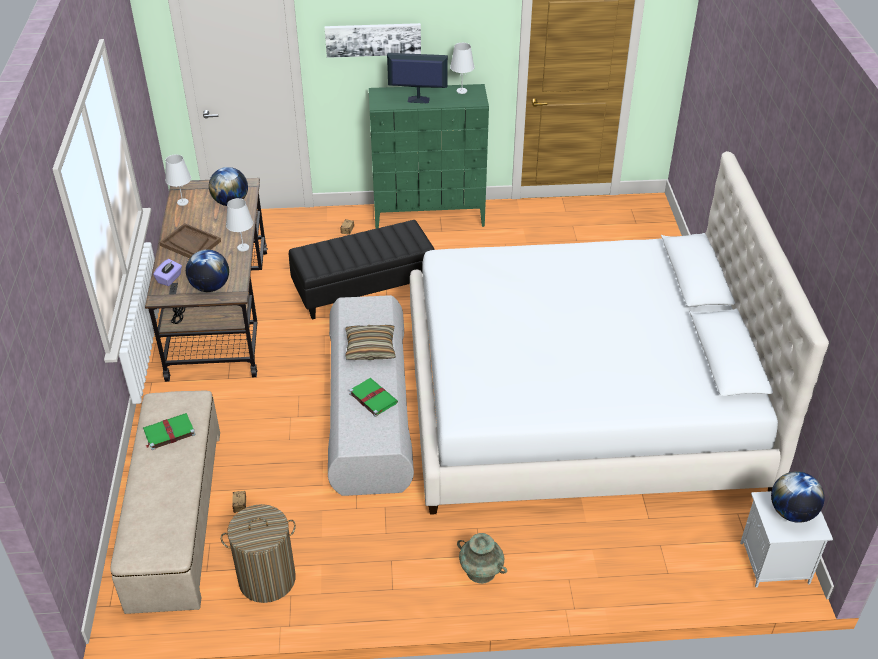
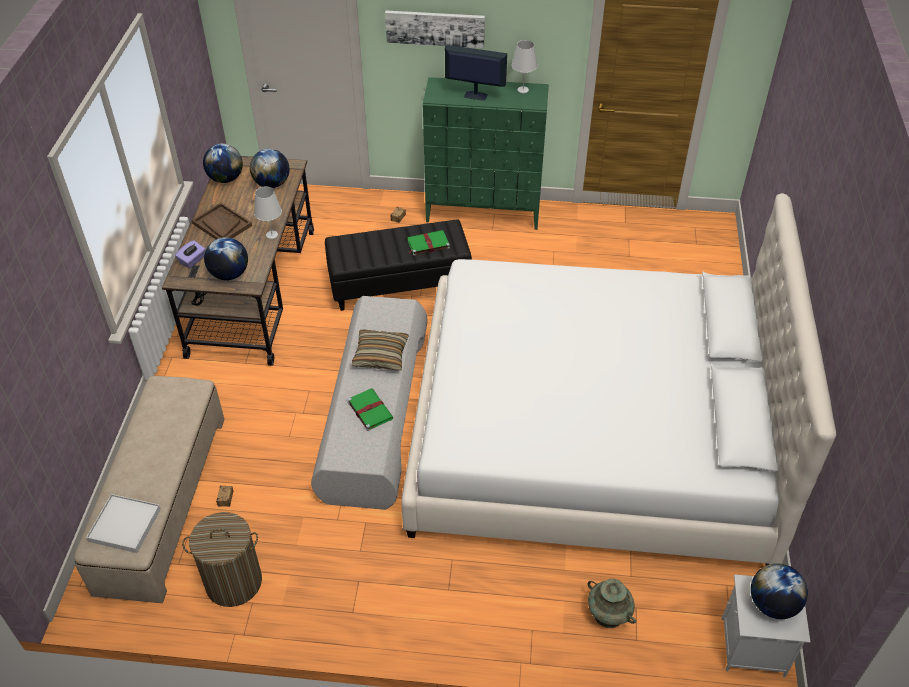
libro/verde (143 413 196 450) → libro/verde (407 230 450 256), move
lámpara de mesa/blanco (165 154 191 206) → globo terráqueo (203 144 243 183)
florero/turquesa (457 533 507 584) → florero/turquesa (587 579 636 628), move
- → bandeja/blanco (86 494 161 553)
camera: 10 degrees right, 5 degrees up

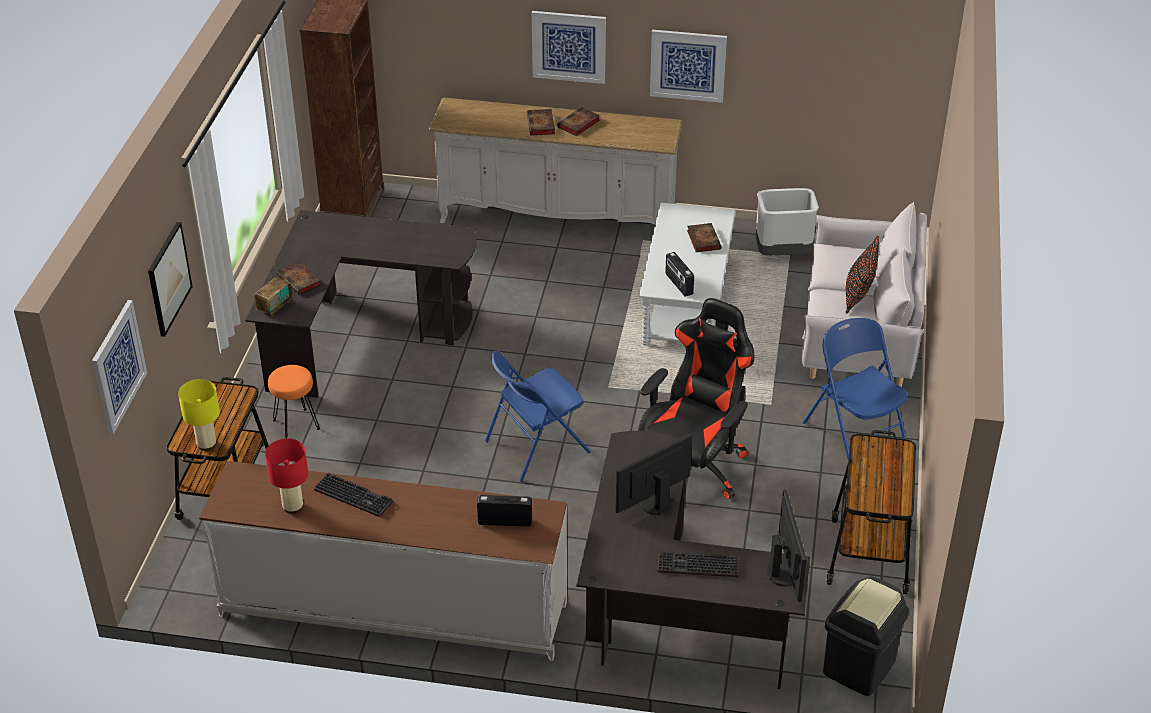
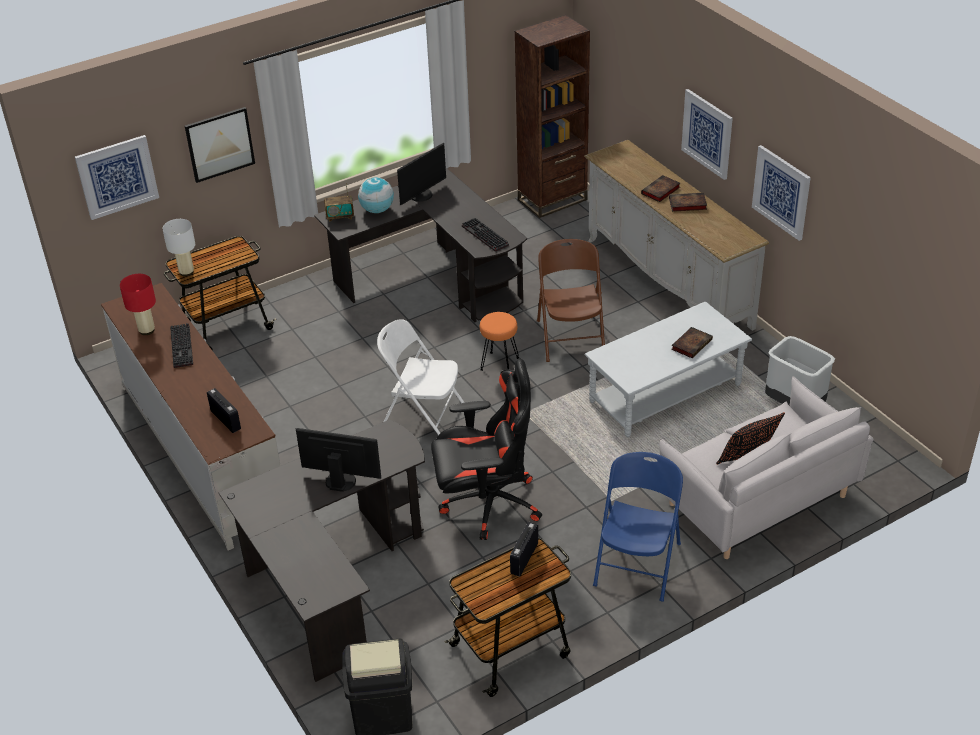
lámpara de mesa/amarillo (178 379 220 451) → lámpara de mesa/blanco (163 219 195 277)
taburete/naranja (268 365 320 438) → taburete/naranja (480 312 519 371), move
libro (276 261 322 295) → globo terráqueo (358 177 394 213)
silla/azul (485 351 591 483) → silla/blanco (377 319 465 435)
teclado (657 551 738 577) → teclado (462 218 509 252), move
radio (665 252 694 297) → radio (510 522 538 577), move
monitor (767 490 807 602) → monitor (397 143 446 205), move
- → silla/marrón (537 239 605 362)
camera: 50 degrees right, 0 degrees up

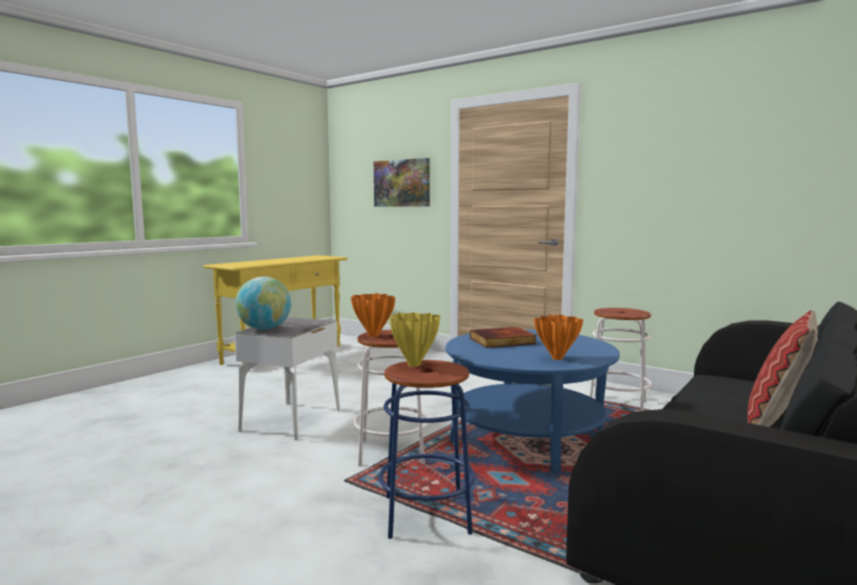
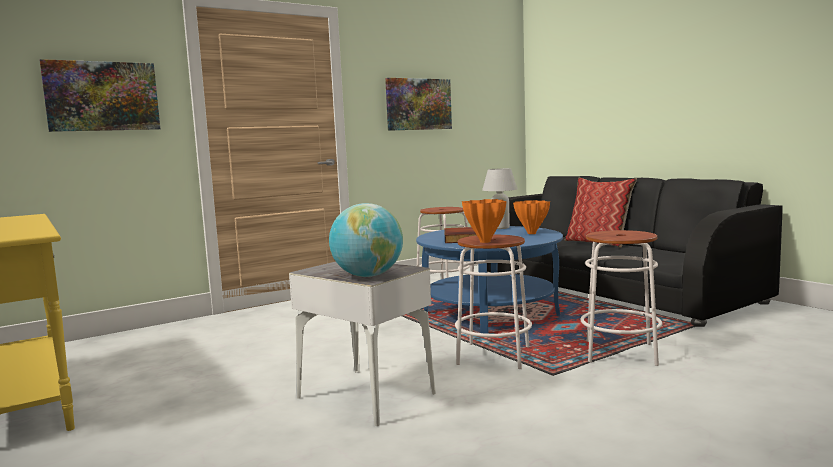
taburete/azul (378 360 475 539) → taburete/blanco (580 230 662 366)
florero/amarillo (390 313 440 367) → -
- → cuadro (385 78 452 131)
- → lámpara de mesa/blanco (482 168 518 229)
camera: 70 degrees left, 0 degrees up

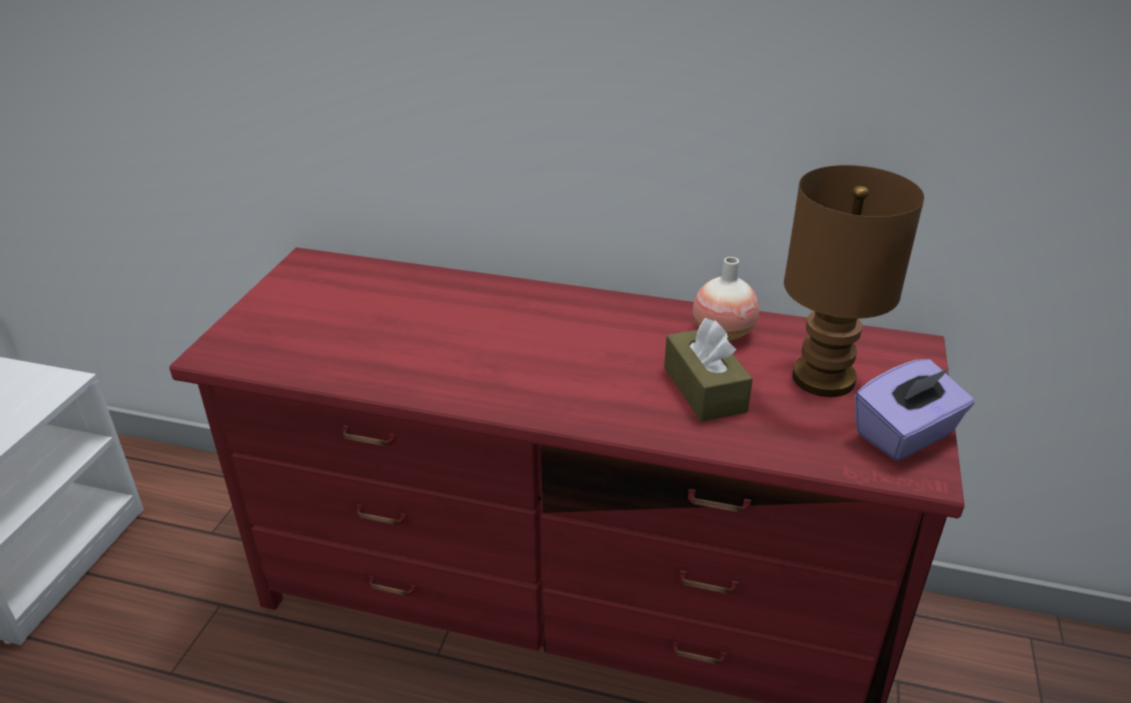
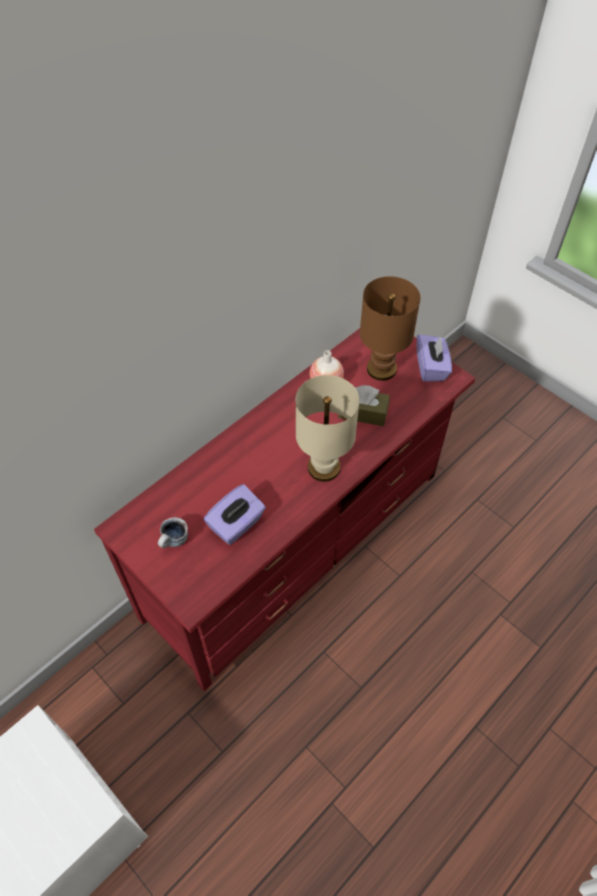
- → taza grande (158 517 188 548)
- → caja de pañuelos/morado (204 484 266 545)
- → lámpara de mesa/beis (296 375 359 482)
camera: 60 degrees left, 20 degrees up

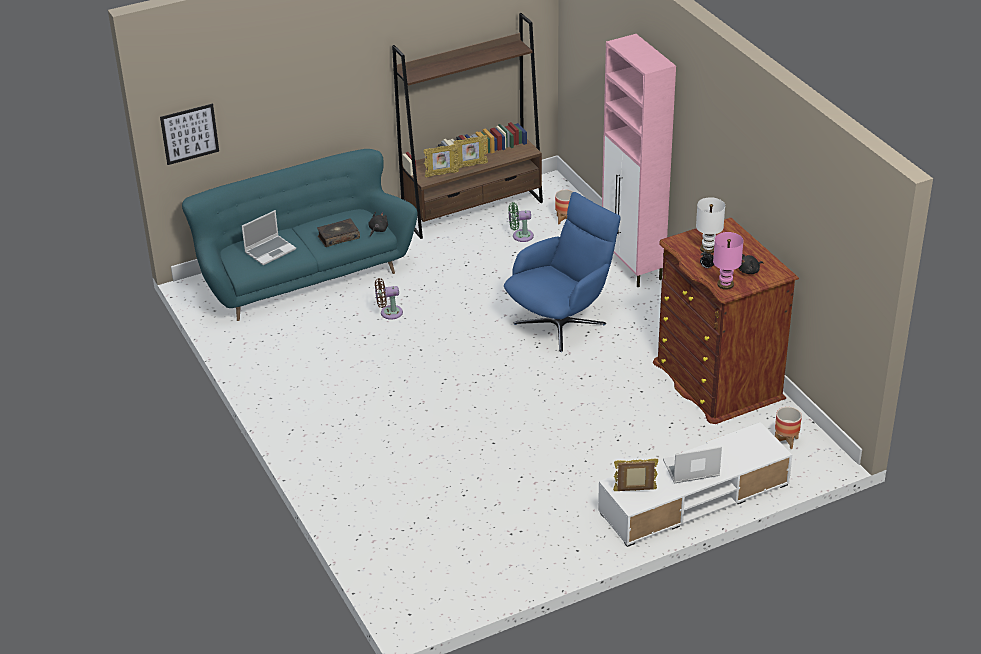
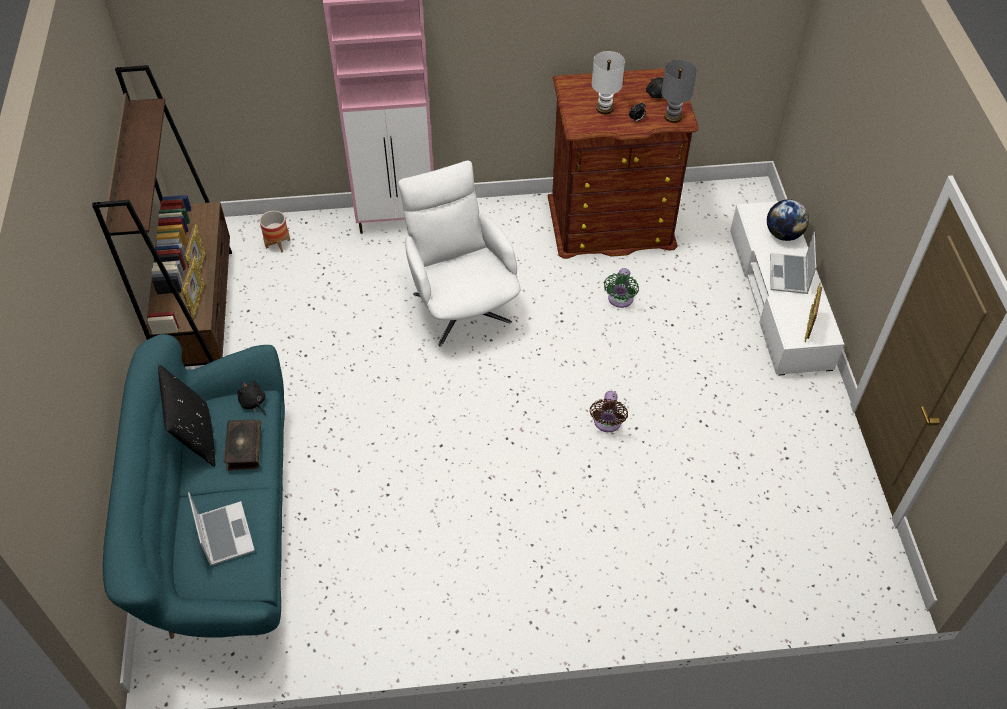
cuadro (160 103 219 165) → -
ventilador/marrón (375 278 403 320) → ventilador/marrón (590 391 628 432), move
sillón/azul (504 192 620 352) → sillón/blanco (398 161 520 347)
ventilador/verde (508 202 534 242) → ventilador/verde (604 268 639 308), move
lámpara de mesa/rosa (713 232 744 290) → lámpara de mesa/gris (661 59 697 123)
maceta (775 407 802 449) → -
- → cojín/negro (158 364 215 467)
- → globo terráqueo (767 199 809 241)
camera: 70 degrees left, 15 degrees up

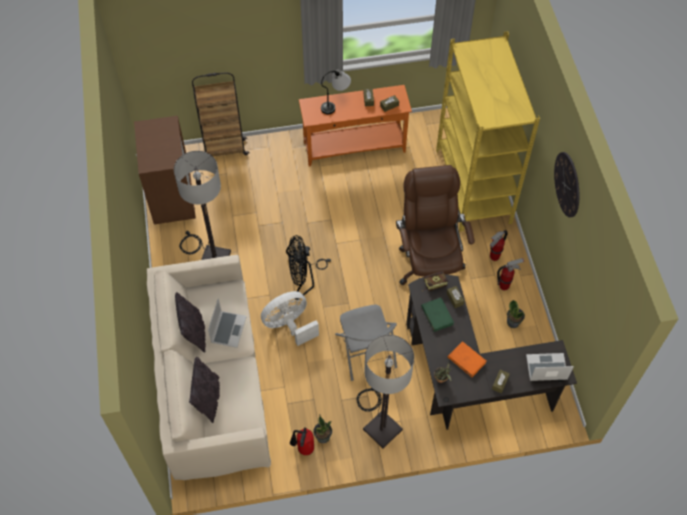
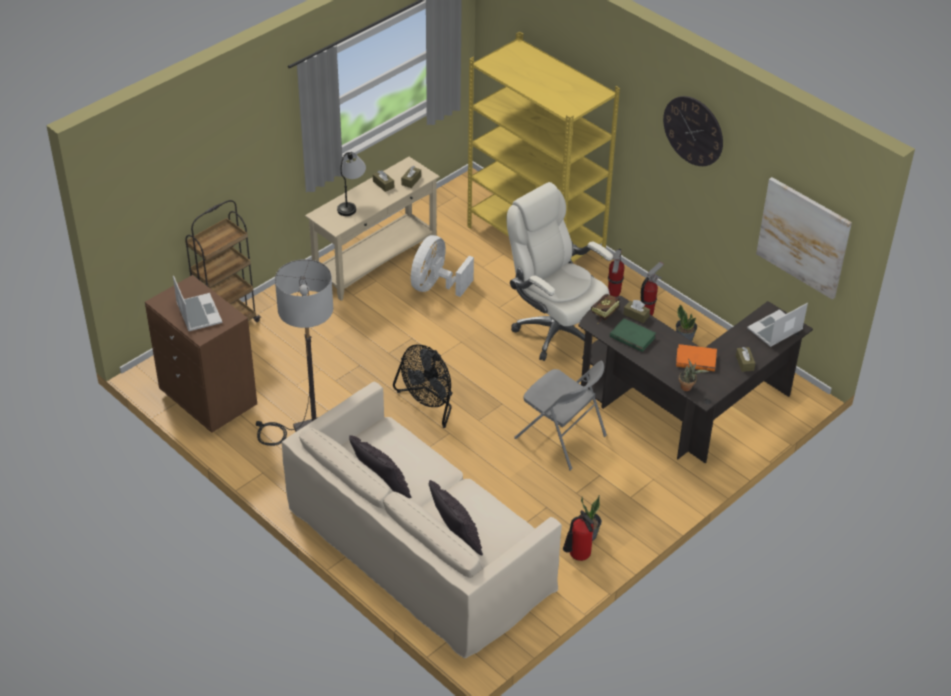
portátil (208 298 247 348) → portátil (173 275 223 331), move
ventilador/blanco (261 291 319 346) → ventilador/blanco (411 235 474 297), move
mesa consola/naranja (299 85 412 166) → mesa consola/beis (305 157 440 301)
lámpara de pie (357 335 414 448) → -
silla de oficina/marrón (396 165 475 285) → silla de oficina/blanco (506 182 613 361)
- → cuadro (756 177 852 300)
camera: 35 degrees left, 15 degrees down

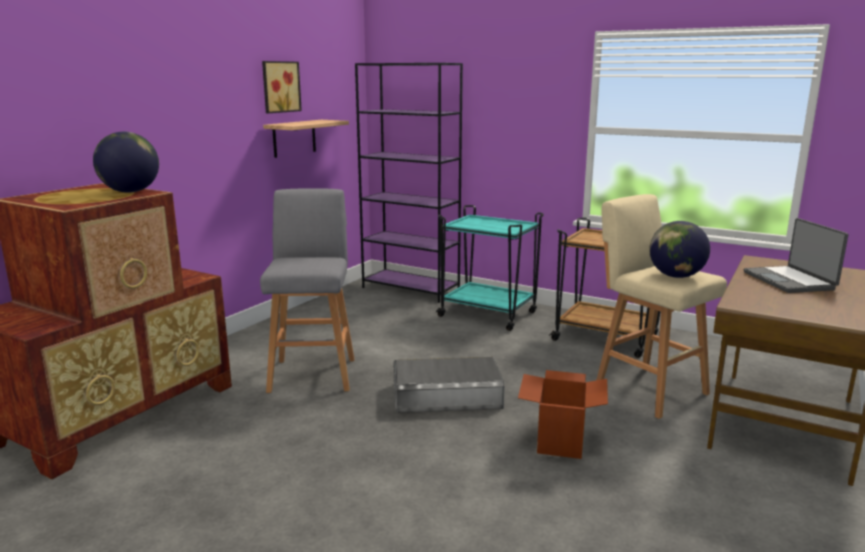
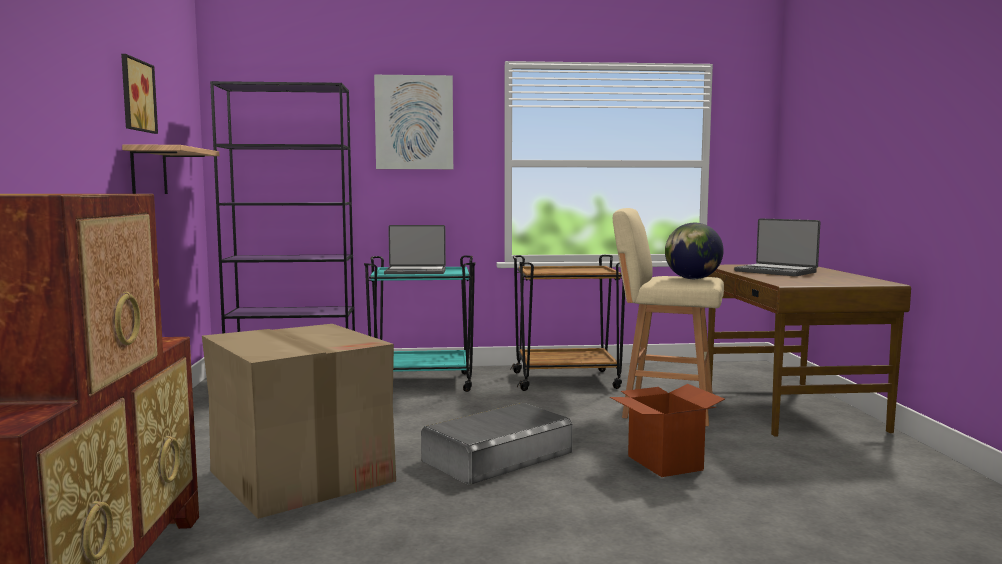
globo terráqueo (93 132 159 193) → -
taburete/gris (260 188 355 393) → caja de cartón (202 324 396 519)
- → cuadro (374 75 453 169)
- → portátil (384 225 446 274)
camera: 35 degrees left, 10 degrees down

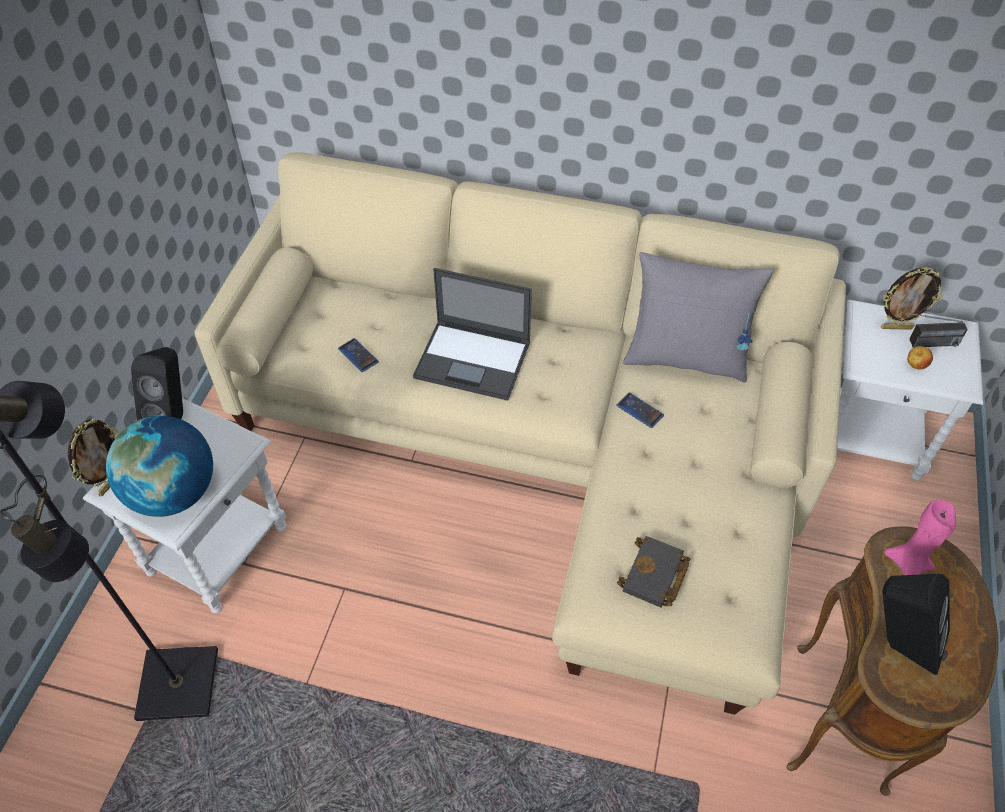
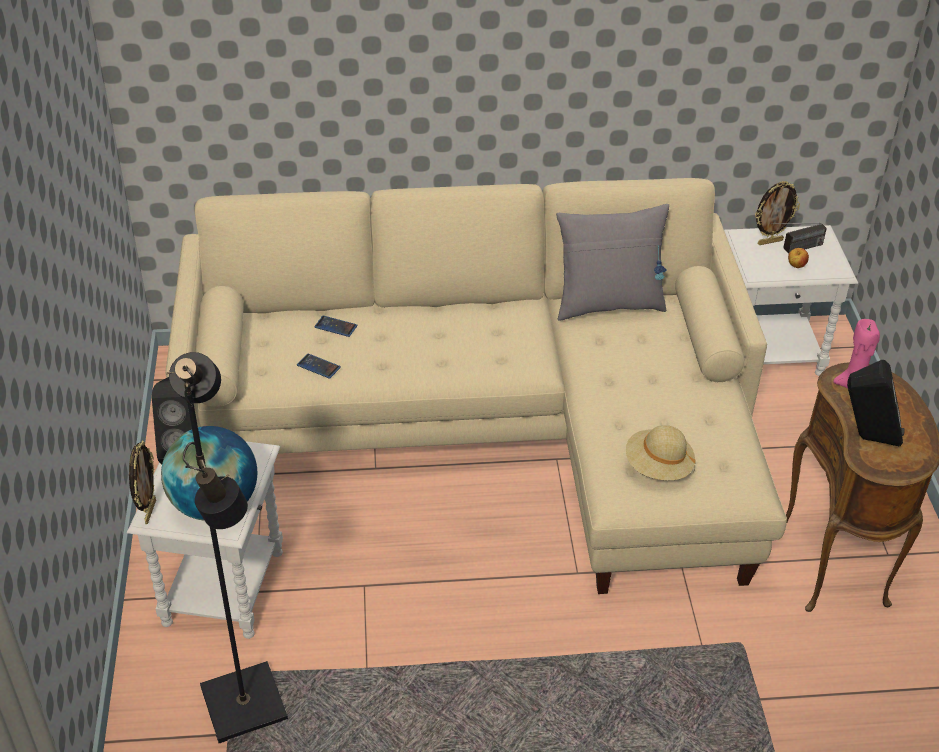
portátil (413 268 532 401) → -
móvil (616 393 664 428) → móvil (314 315 357 337), move
libro/negro (617 536 690 608) → sombrero/beis (626 425 696 481)
camera: 20 degrees left, 10 degrees down

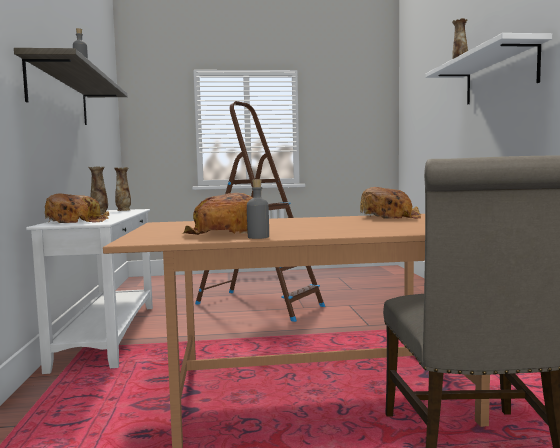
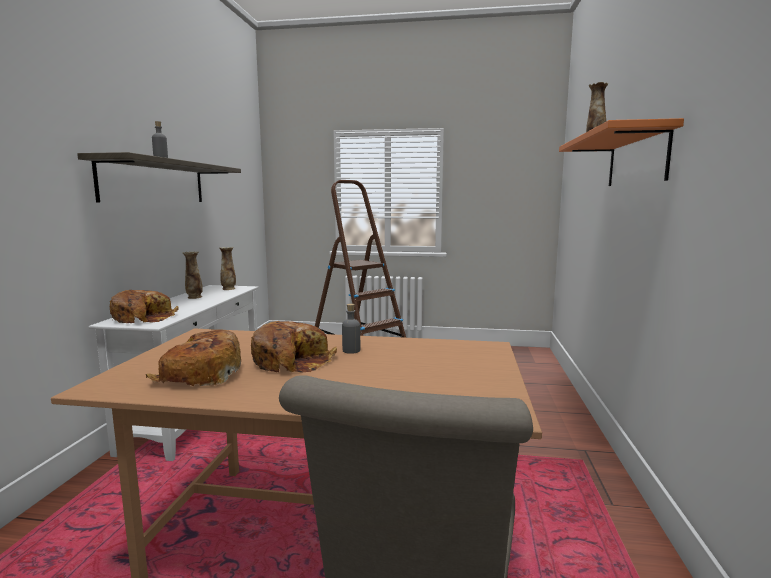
botella/gris (247 179 269 239) → botella/gris (342 303 360 354), move
pan (360 187 421 219) → pan (251 321 337 372), move
estante/blanco (426 33 552 105) → estante/naranja (559 118 684 186)
camera: 15 degrees right, 5 degrees up

